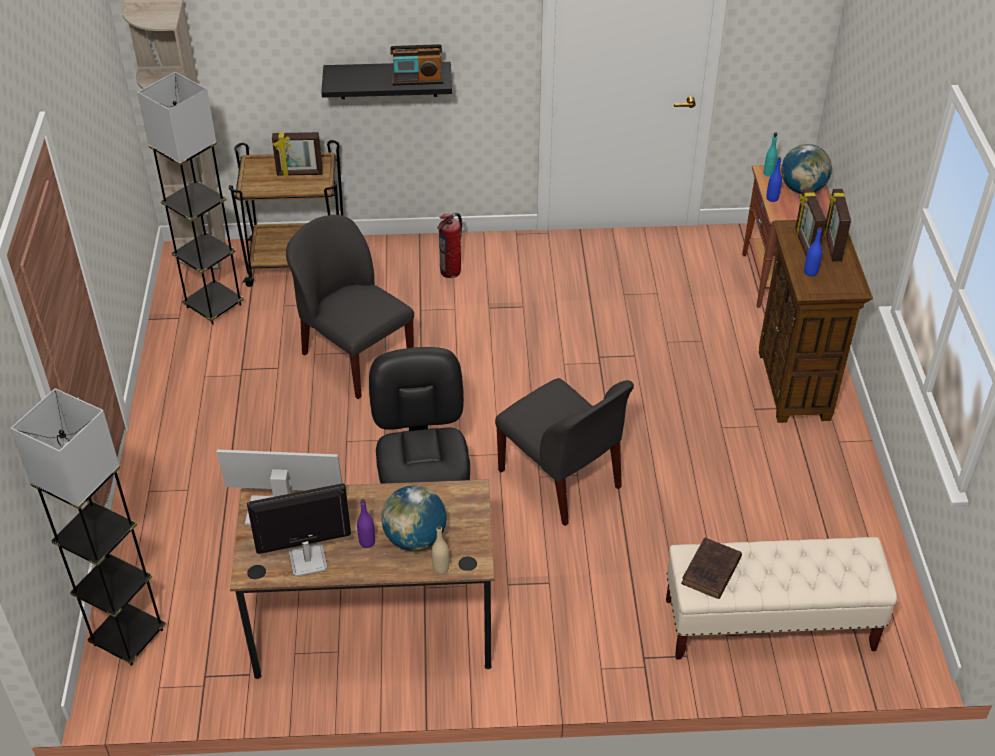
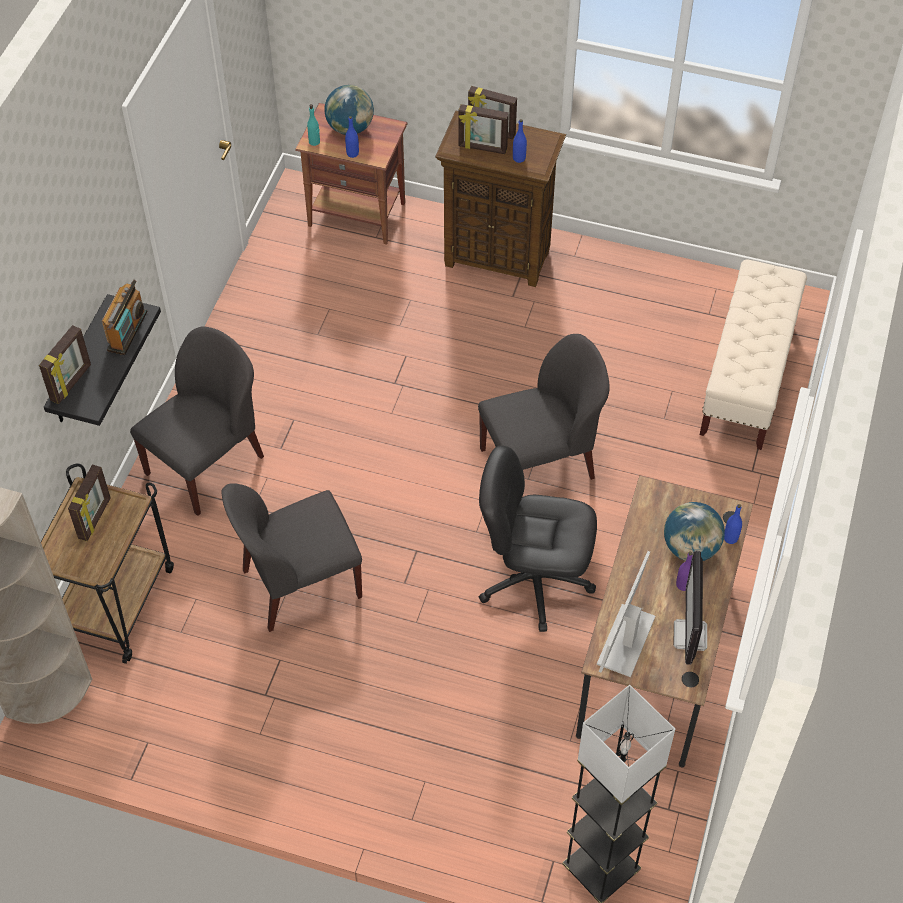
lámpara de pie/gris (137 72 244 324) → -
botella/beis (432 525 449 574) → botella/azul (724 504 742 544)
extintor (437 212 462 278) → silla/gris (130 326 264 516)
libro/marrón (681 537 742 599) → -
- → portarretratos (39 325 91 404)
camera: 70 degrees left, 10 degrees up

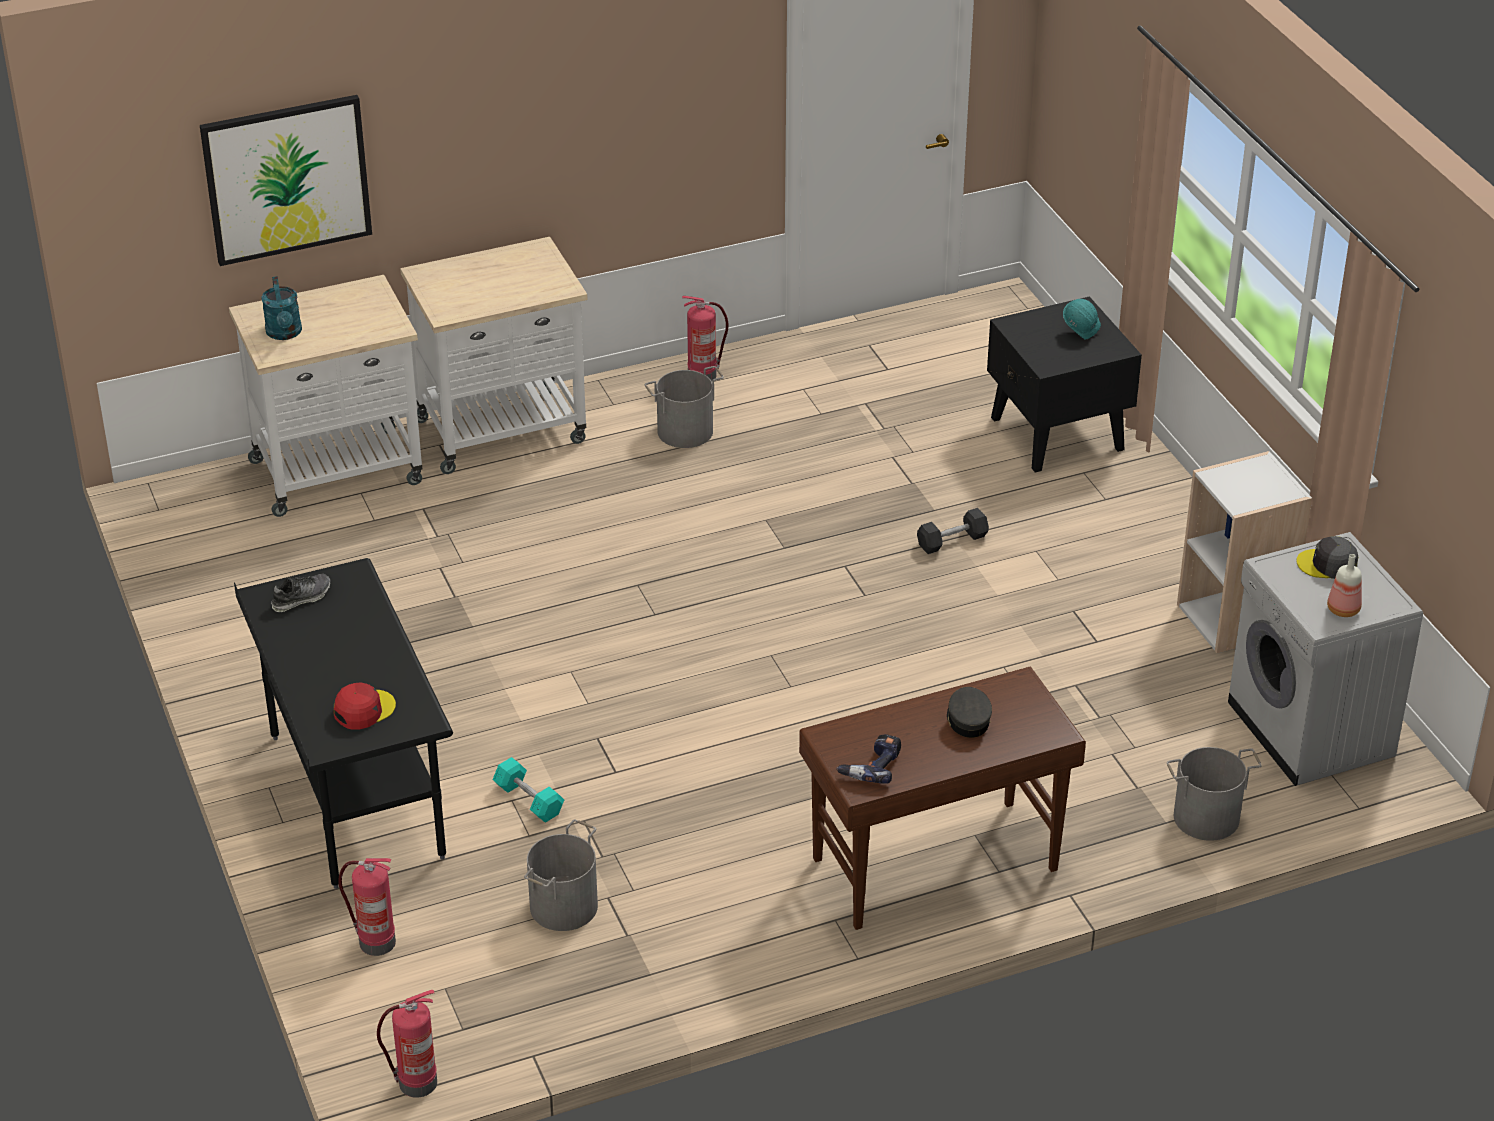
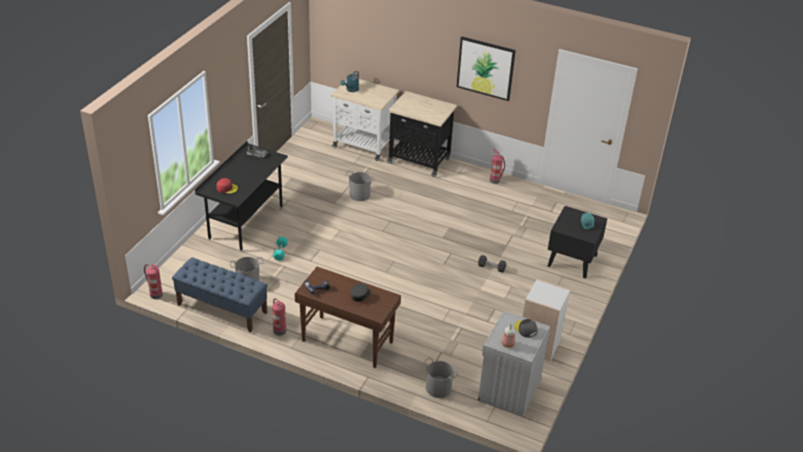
cuadro (200 95 372 266) → cuadro (457 37 516 101), move
extintor (338 858 396 956) → extintor (272 298 286 336), move
carrito/blanco (400 237 588 474) → carrito/negro (387 91 457 177)
cubo/gris (645 366 724 448) → cubo/gris (345 170 375 201), move
- → banco/azul (172 257 268 333)
camera: 45 degrees right, 0 degrees up

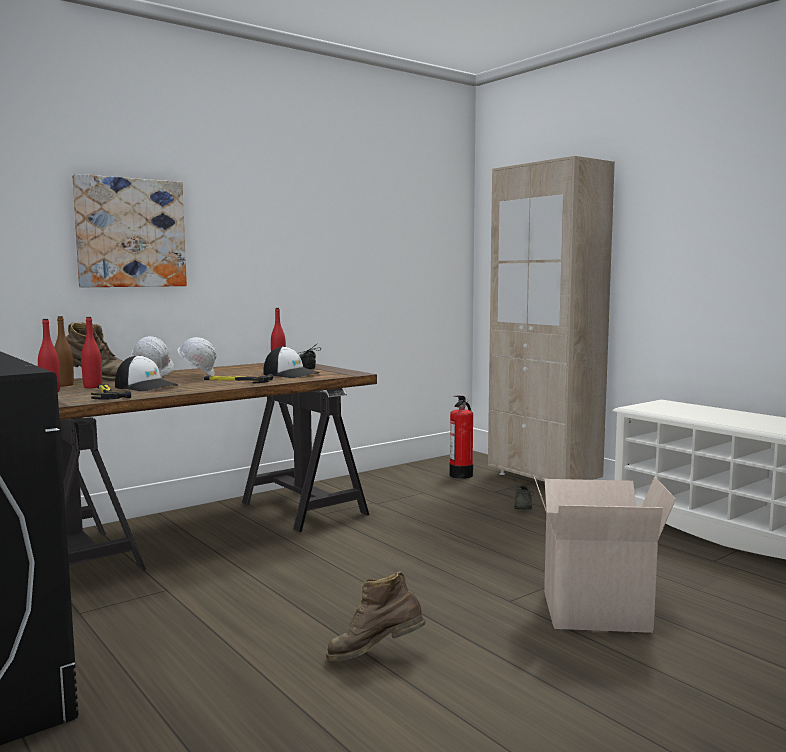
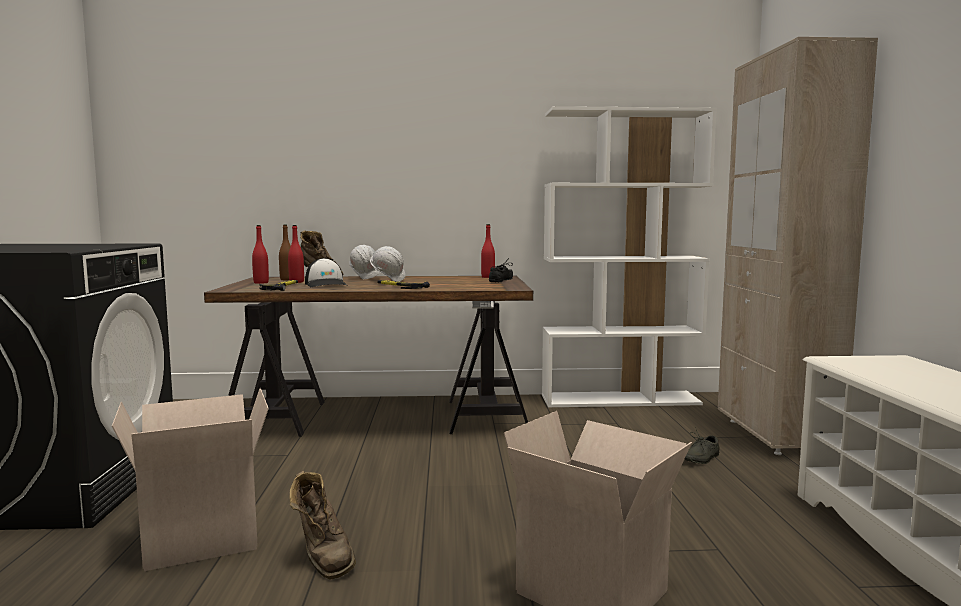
cuadro (72 174 187 287) → -
gorra (263 346 320 378) → -
bota/marrón (326 571 426 661) → bota/marrón (289 471 356 580), 150 degrees counterclockwise
extintor (449 396 473 479) → -
- → caja de cartón (112 388 269 571)
- → estantería/blanco (542 106 717 407)
camera: 35 degrees right, 0 degrees up

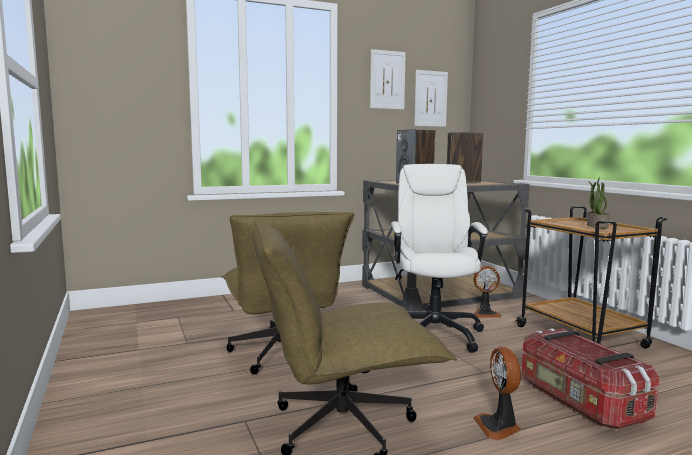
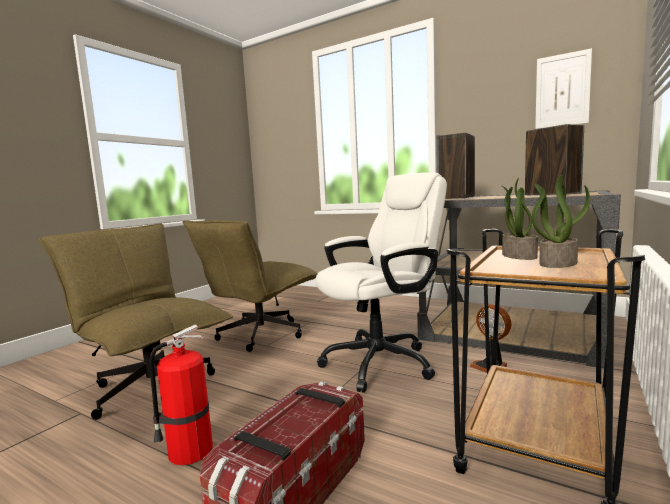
cuadro (370 49 406 110) → -
ventilador (473 347 521 440) → extintor (149 324 213 465)
- → planta en maceta (501 178 538 260)
camera: 55 degrees right, 0 degrees up

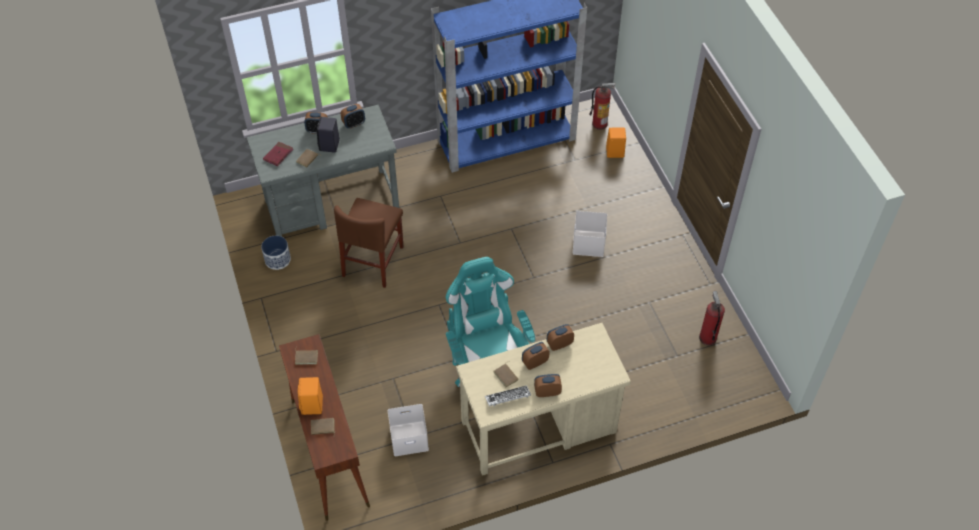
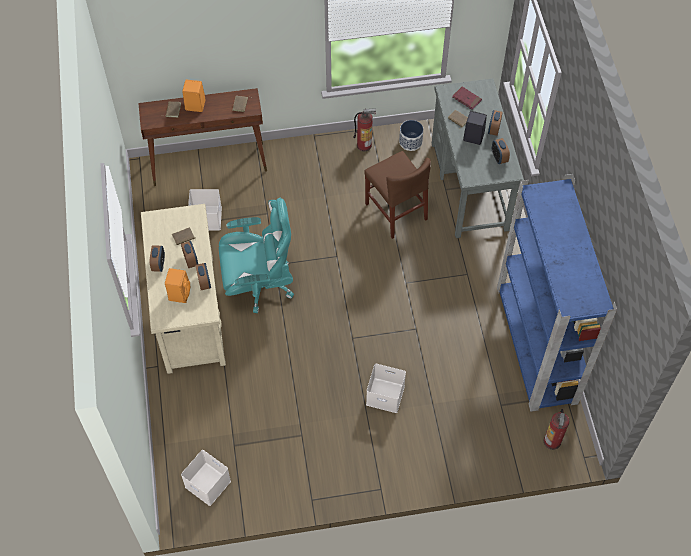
silla/marrón (334 198 403 288) → silla/marrón (364 151 431 239), 150 degrees counterclockwise
teclado (485 385 531 406) → -
altavoz/naranja (606 128 626 158) → altavoz/naranja (165 268 190 303), move
extintor (699 291 725 345) → extintor (353 108 376 151), move
- → caja de almacenaje/blanco (181 450 231 506)
camera: 100 degrees right, 5 degrees up

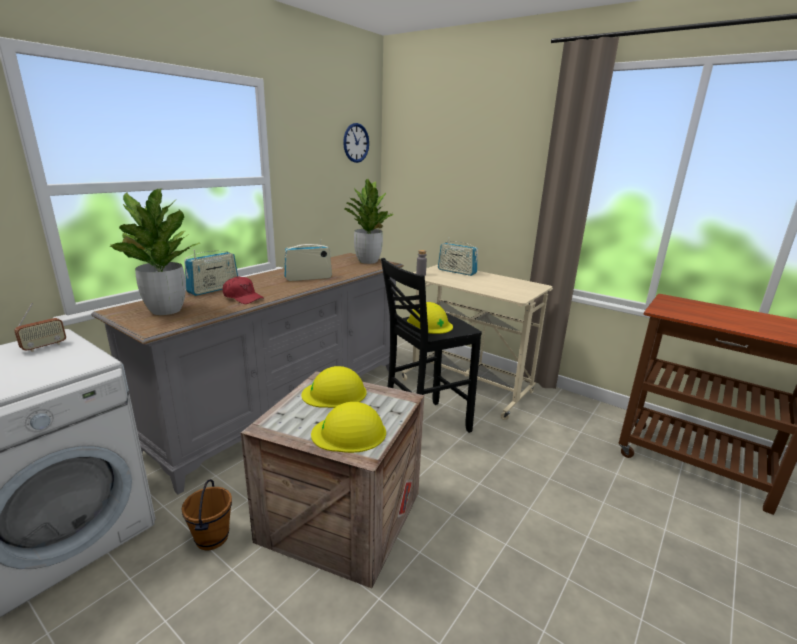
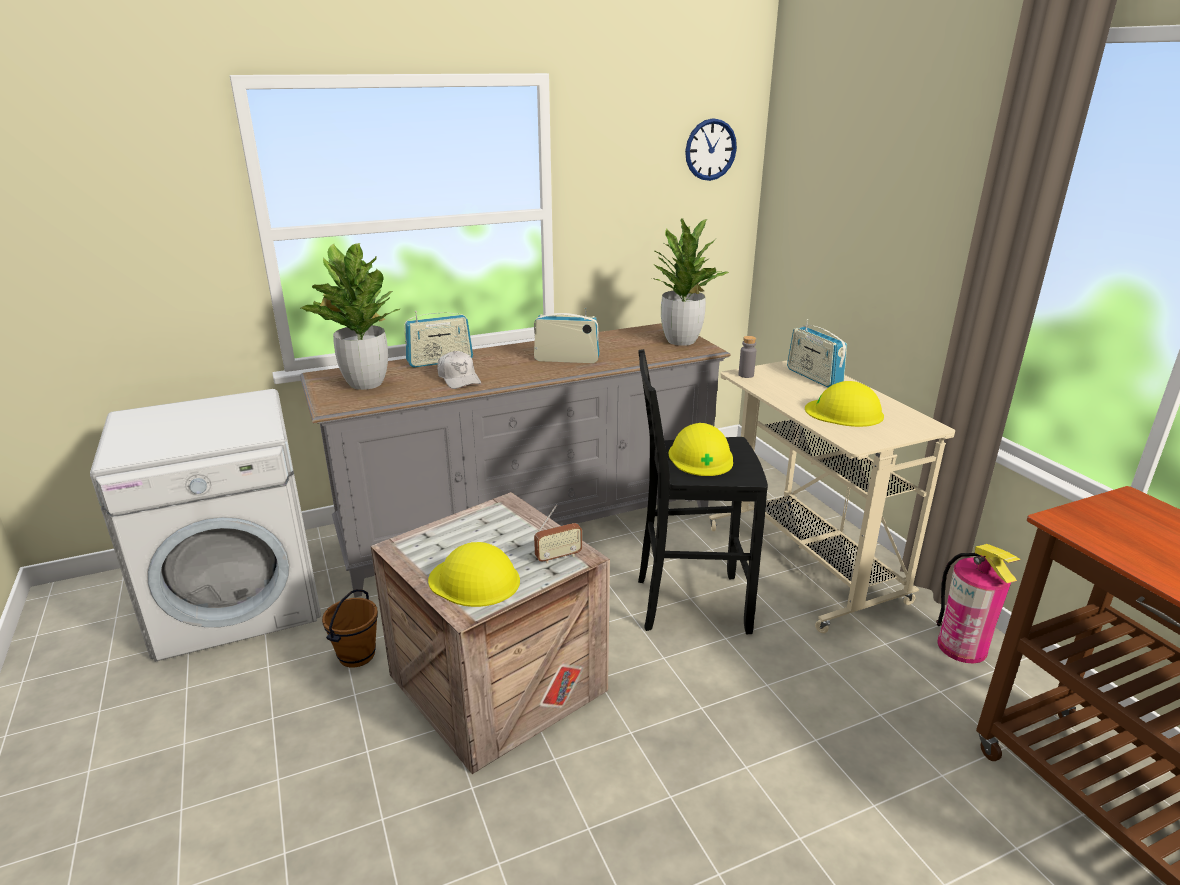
radio (14 303 66 352) → radio (534 505 582 564), move
gorra/rojo (223 276 264 304) → gorra/blanco (437 351 481 389)
casco/amarillo (301 366 367 408) → casco/amarillo (805 381 884 427), move
- → extintor (936 544 1021 664)
camera: 30 degrees right, 5 degrees up

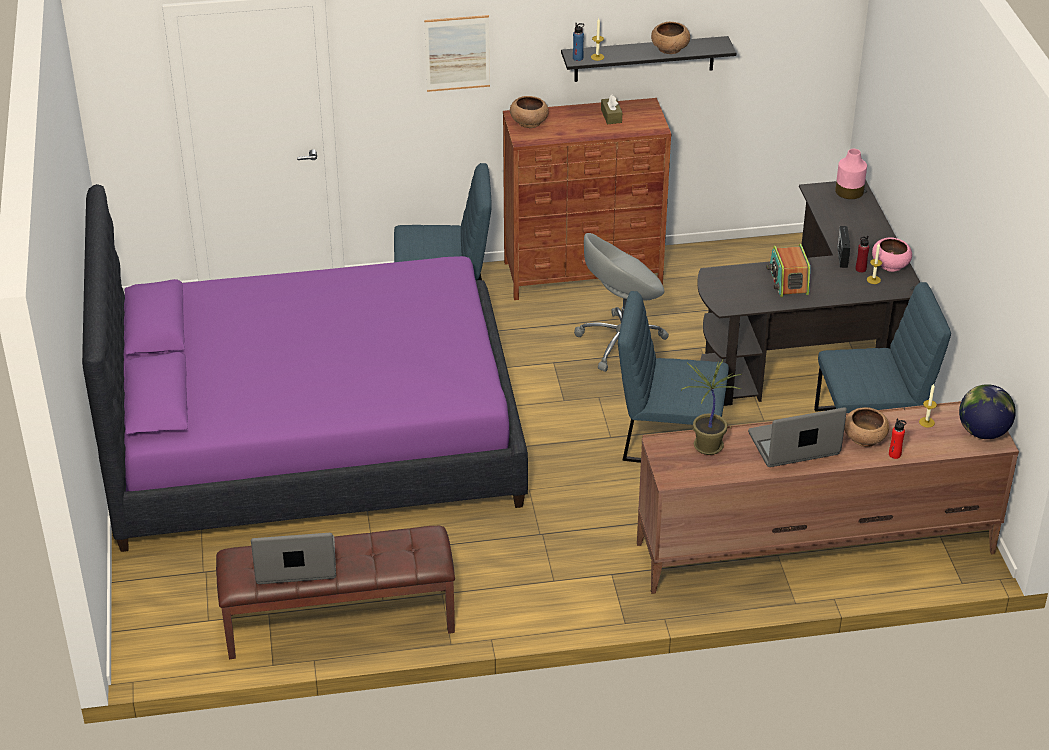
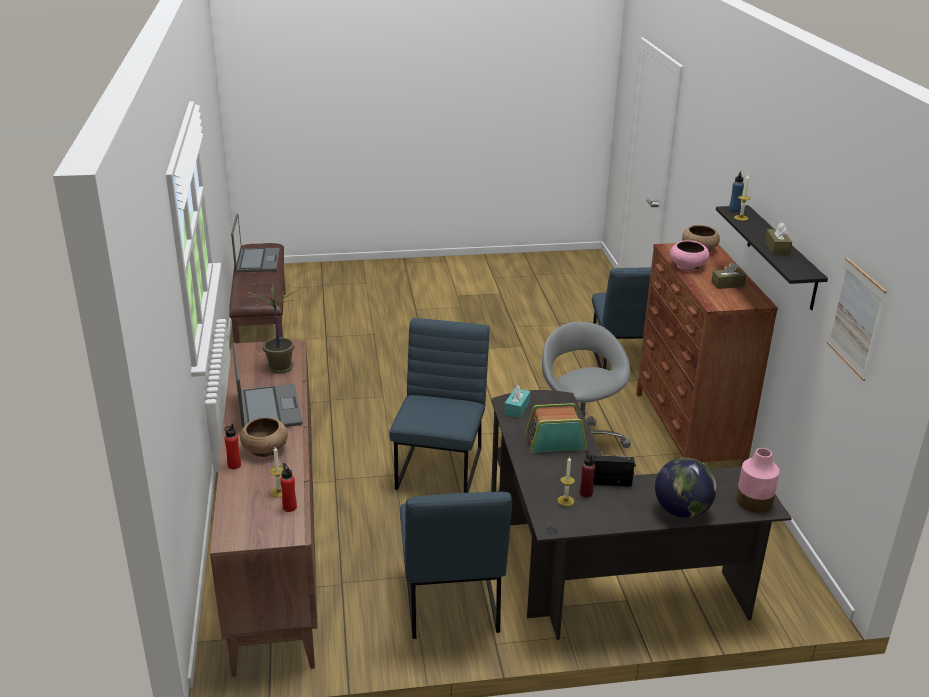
cama/morado (82 184 528 552) → -
cuadro (424 15 490 92) → cuadro (827 257 887 381), move
cuenco/marrón (651 22 690 54) → caja de pañuelos/marrón (765 223 792 255)
cuenco/rosa (872 238 912 272) → cuenco/rosa (670 240 709 271), move
globo terráqueo (959 384 1016 439) → globo terráqueo (655 457 717 518), move
- → botella/rojo (280 463 297 512)
- → caja de pañuelos/turquesa (504 385 530 418)
camera: 90 degrees right, 10 degrees down

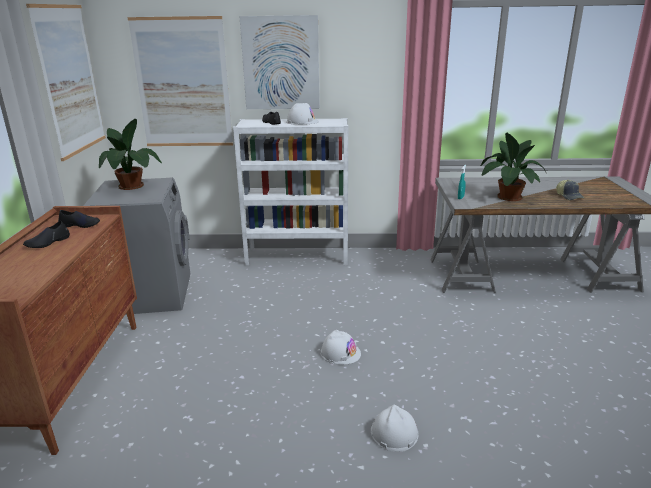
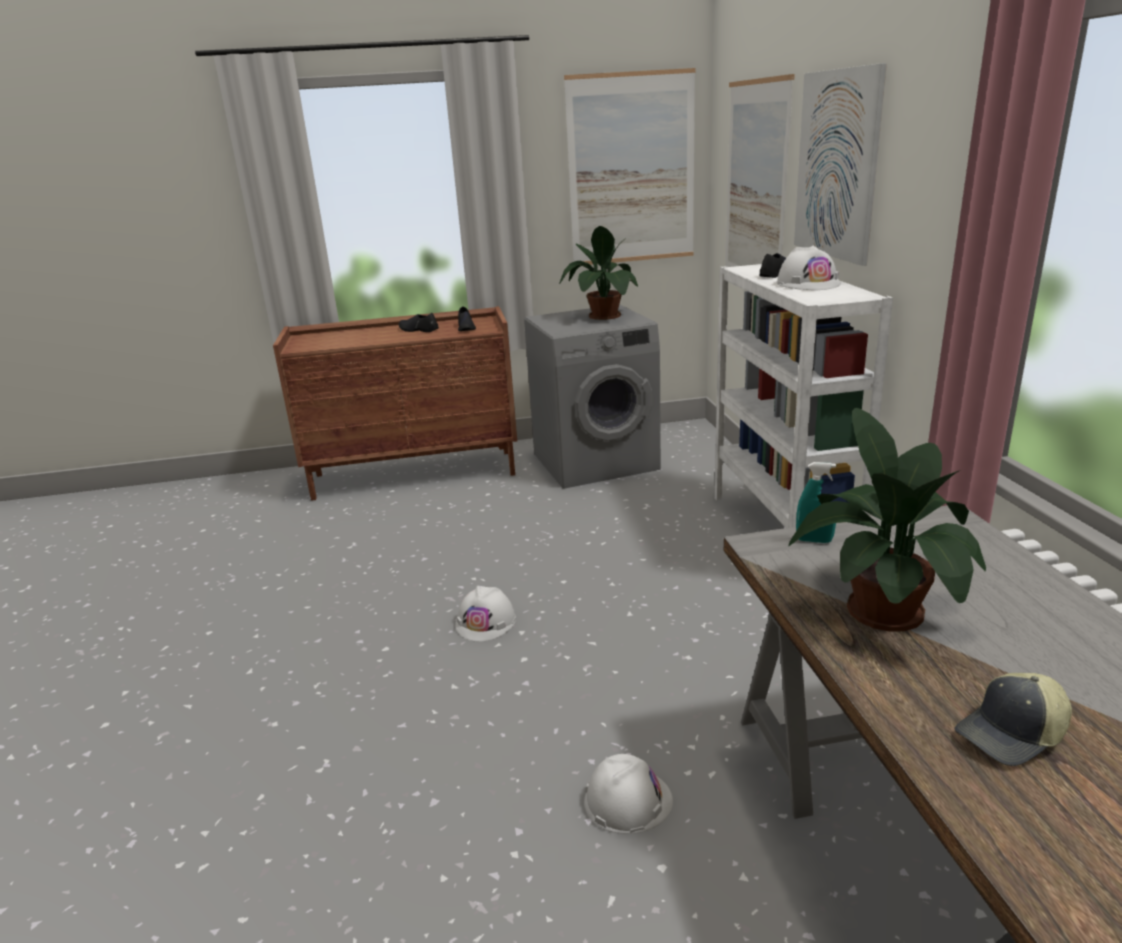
casco/blanco (371 405 418 452) → casco/blanco (584 754 673 834), move
camera: 80 degrees right, 0 degrees up

